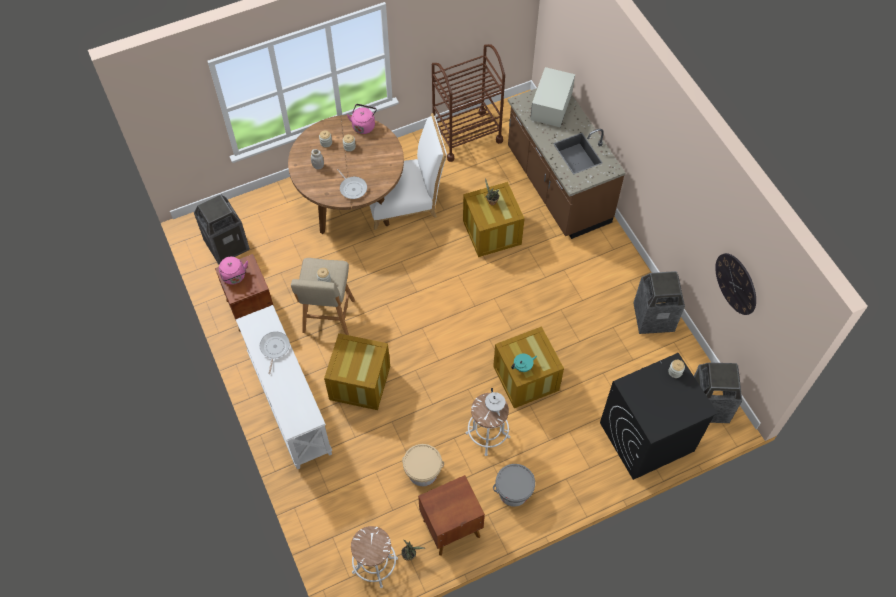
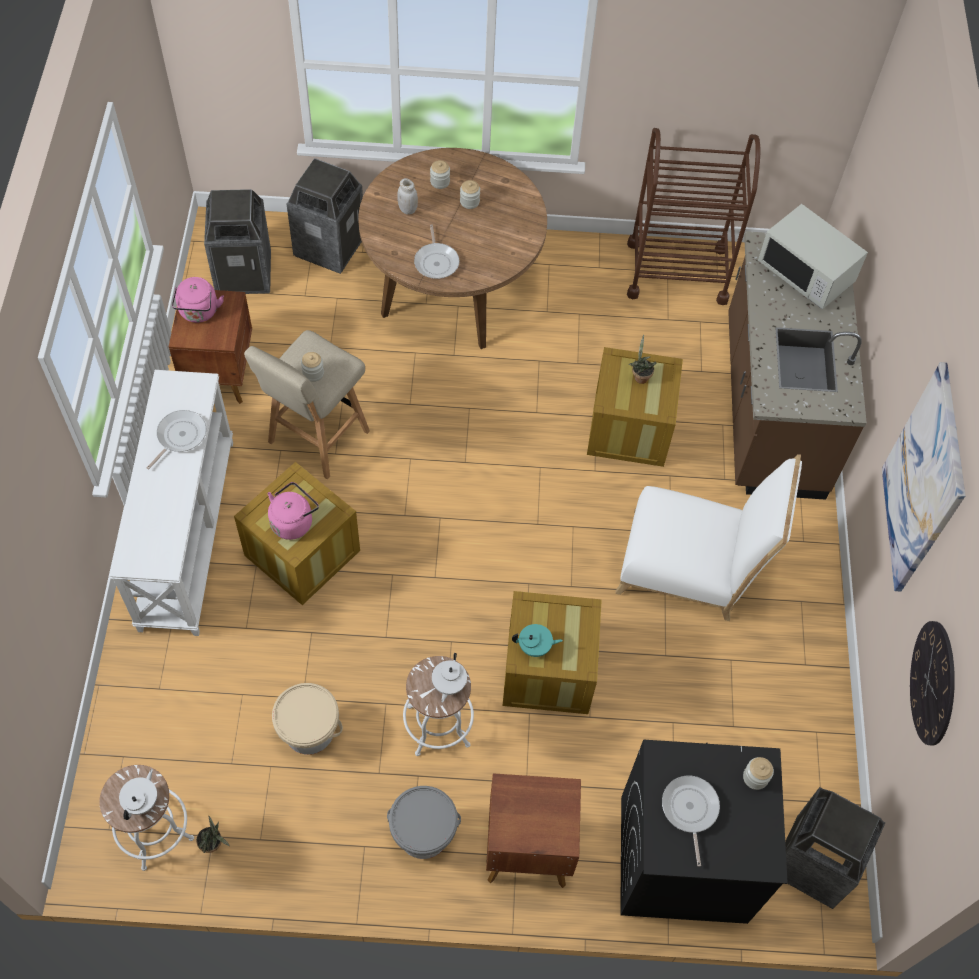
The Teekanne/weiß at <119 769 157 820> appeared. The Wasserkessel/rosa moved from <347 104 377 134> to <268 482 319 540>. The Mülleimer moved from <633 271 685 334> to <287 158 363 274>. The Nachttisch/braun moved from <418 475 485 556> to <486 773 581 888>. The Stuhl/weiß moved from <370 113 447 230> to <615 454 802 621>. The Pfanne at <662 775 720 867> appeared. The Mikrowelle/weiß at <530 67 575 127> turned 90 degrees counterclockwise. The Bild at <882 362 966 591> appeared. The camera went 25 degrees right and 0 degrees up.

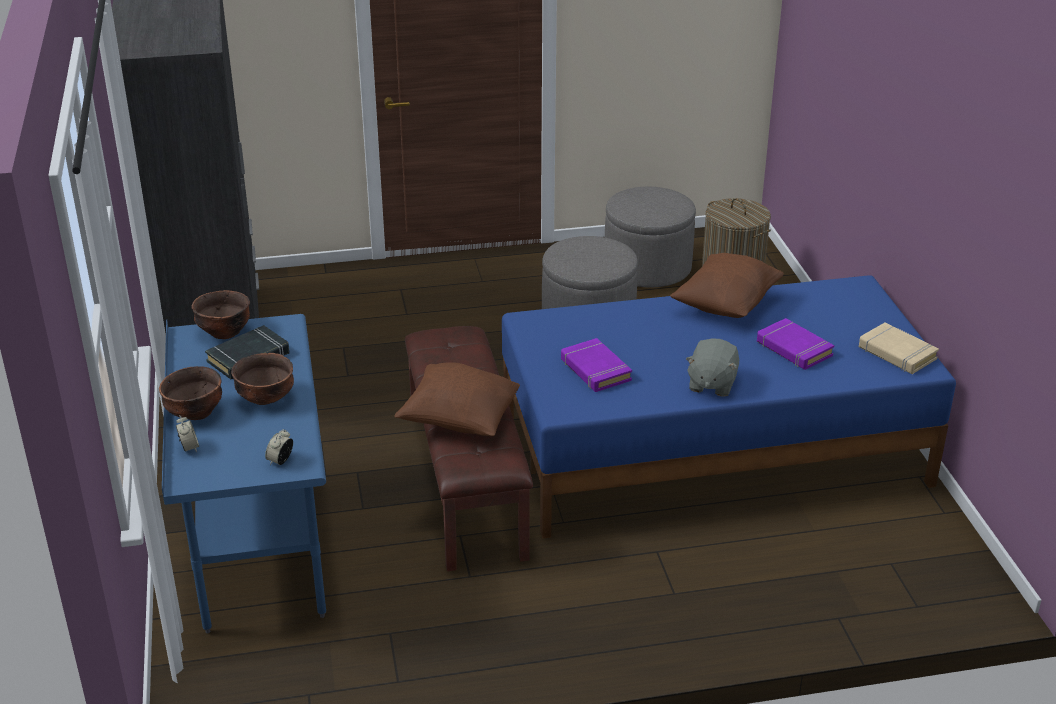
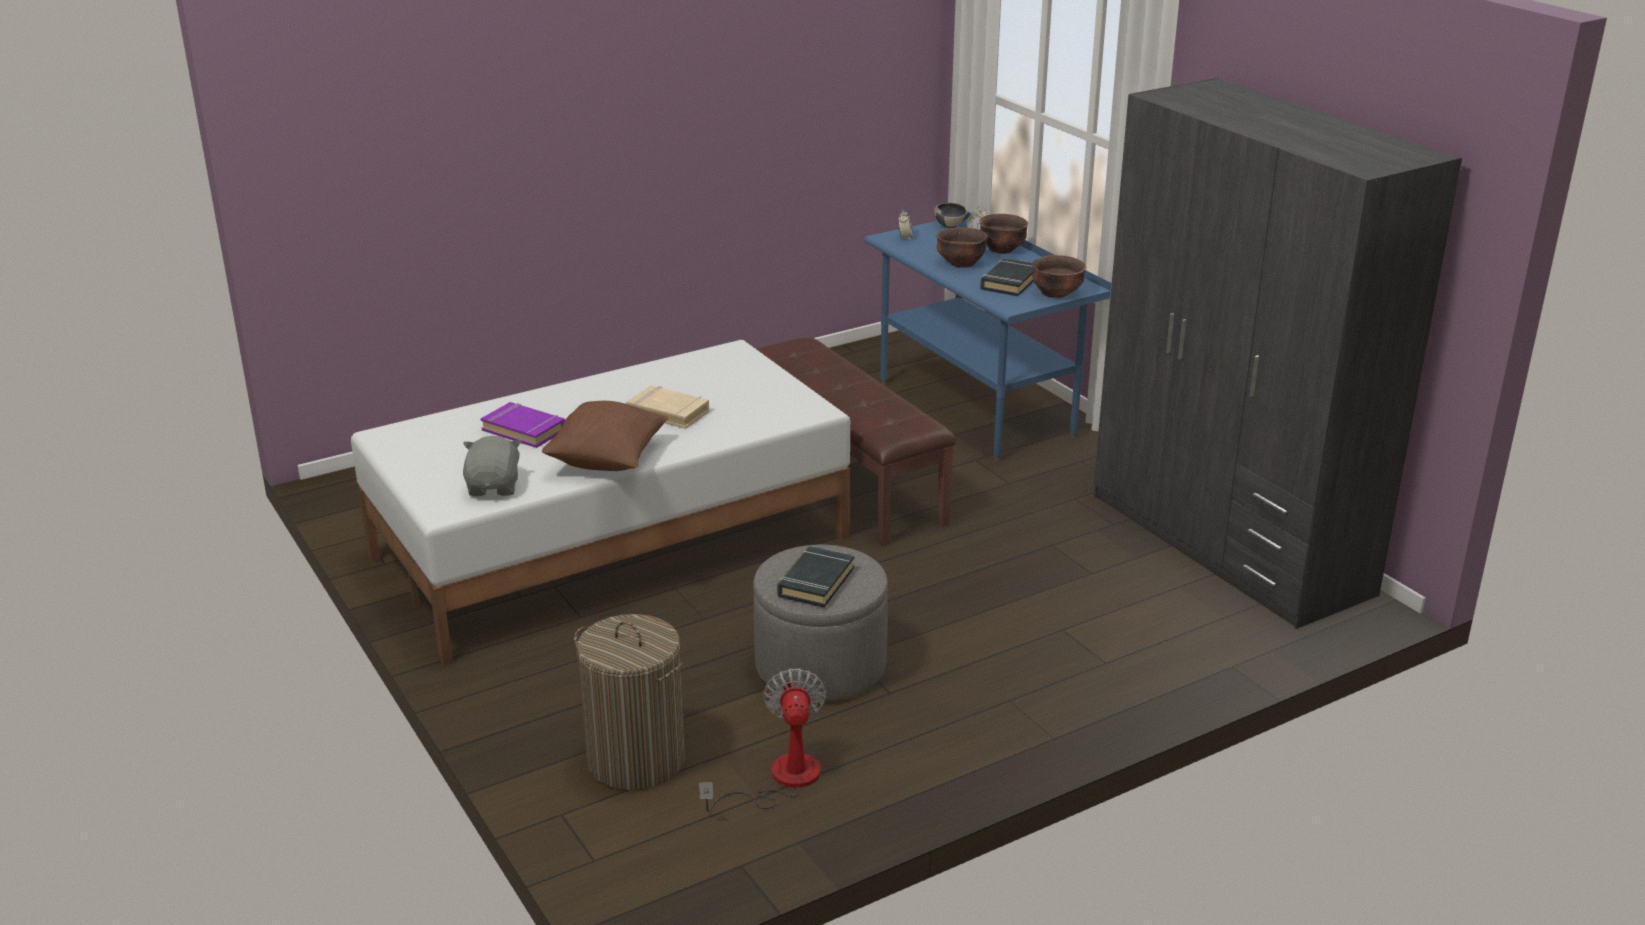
The Bett/blau at <502 275 956 539> became the Bett/weiß at <351 340 850 666>. The Plüschtier/grau moved from <686 339 739 397> to <463 436 521 496>. The Buch/beige moved from <859 322 939 374> to <626 386 709 429>. The Polsterhocker/grau at <605 187 696 287> was replaced by the Ventilator at <699 668 826 812>. The Buch/schwarz at <777 546 855 607> appeared. The Schüssel at <935 203 968 228> appeared. The Kissen/braun at <395 363 520 436> disappeared. The Buch/lila at <561 338 632 392> disappeared. The camera went 160 degrees right and 5 degrees down.

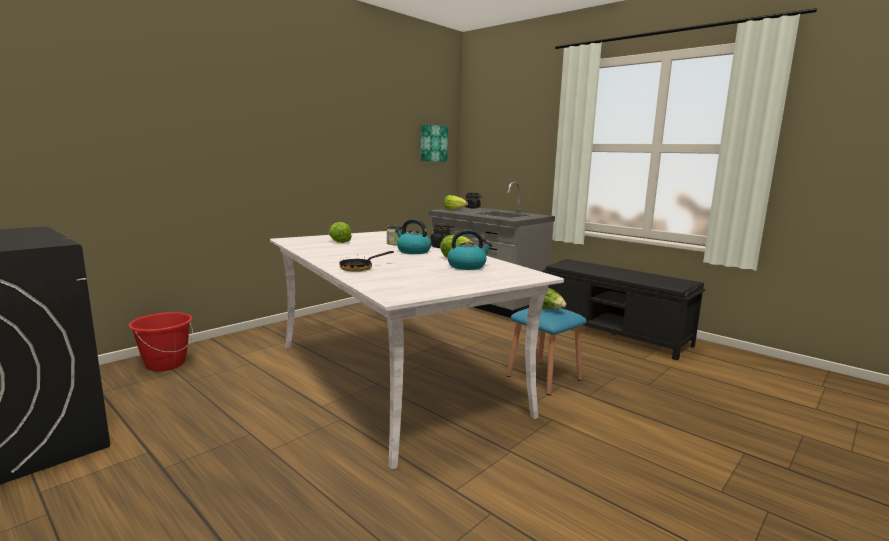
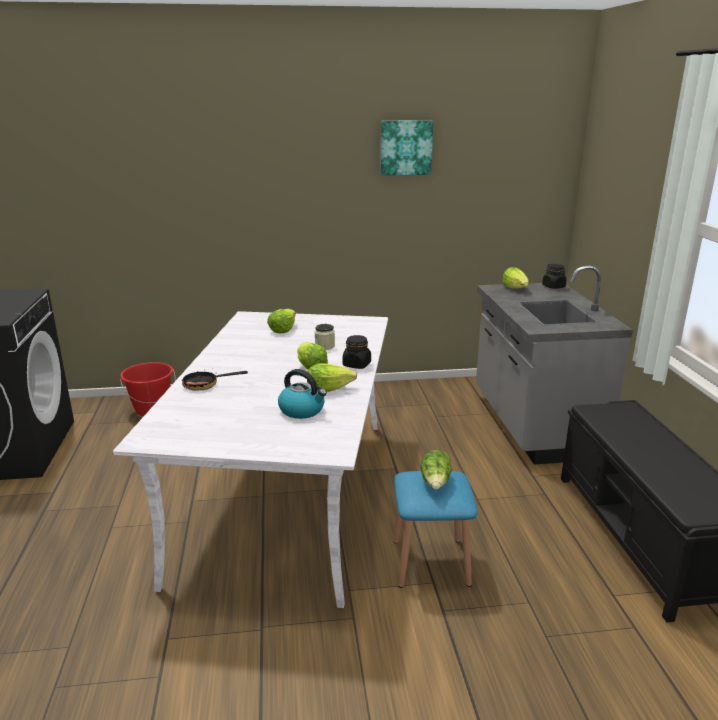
The Wasserkessel at <395 219 431 254> was replaced by the Salatkopf at <297 342 328 369>. The Bild moved from <421 124 448 162> to <380 120 433 175>. The camera went 40 degrees right and 10 degrees up.

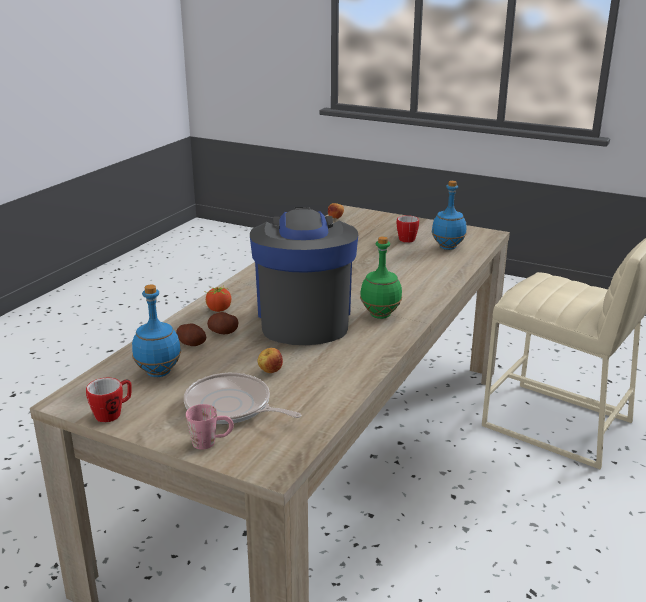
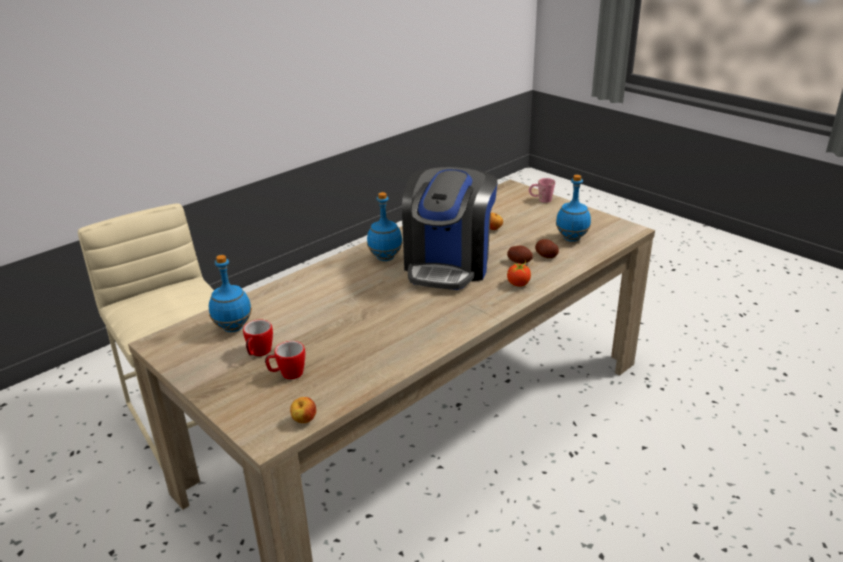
The Henkelbecher moved from <86 378 132 422> to <265 341 305 379>. The Flasche/grün at <360 236 402 319> became the Flasche/blau at <367 192 403 261>. The Pfanne at <184 373 301 424> disappeared. The camera went 160 degrees left and 5 degrees up.

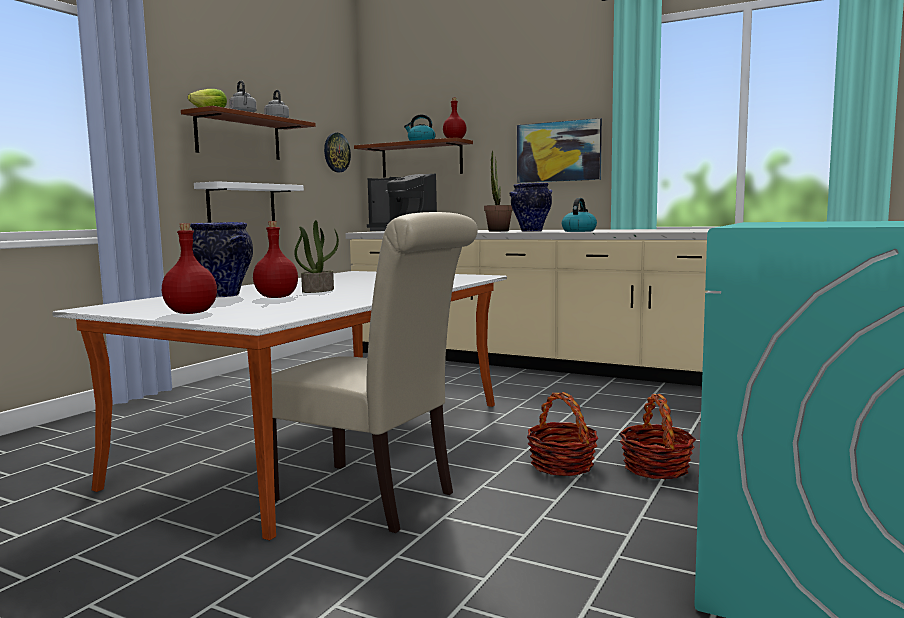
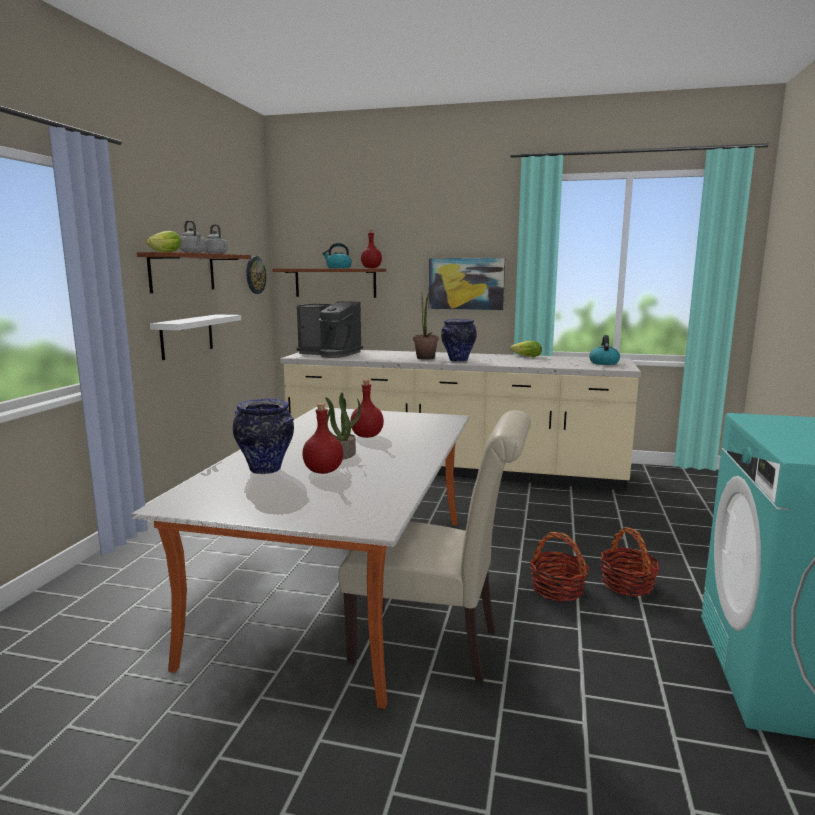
The Flasche/rot moved from <162 223 217 314> to <350 380 384 438>. The Salatkopf at <510 341 542 357> appeared. The Wasserkessel moved from <562 198 597 232> to <589 335 620 365>. The camera went 15 degrees left and 5 degrees up.

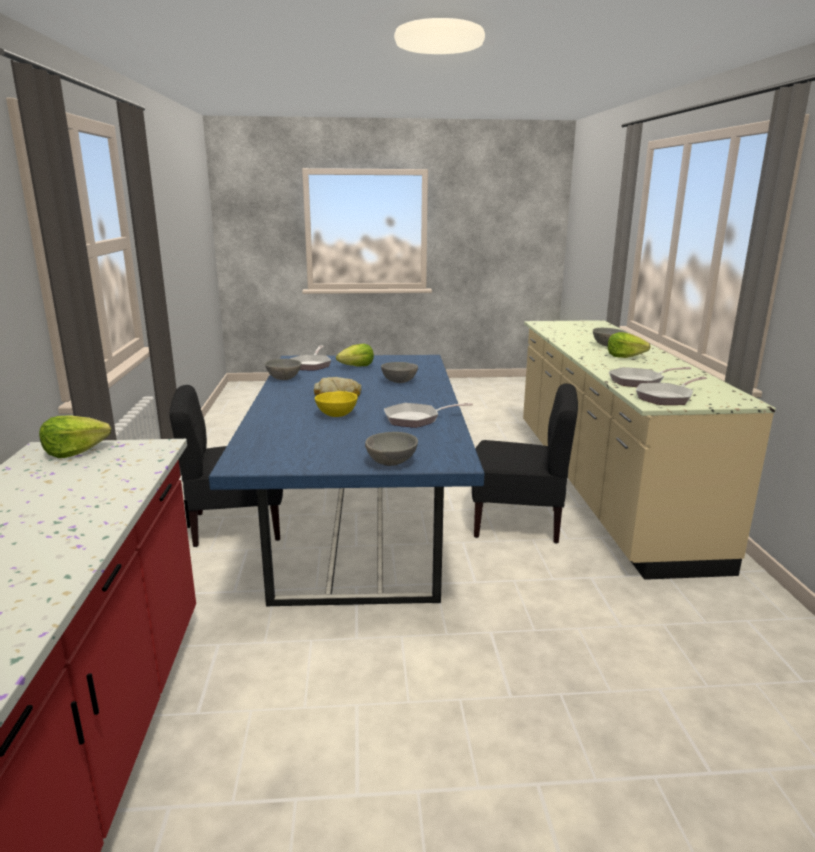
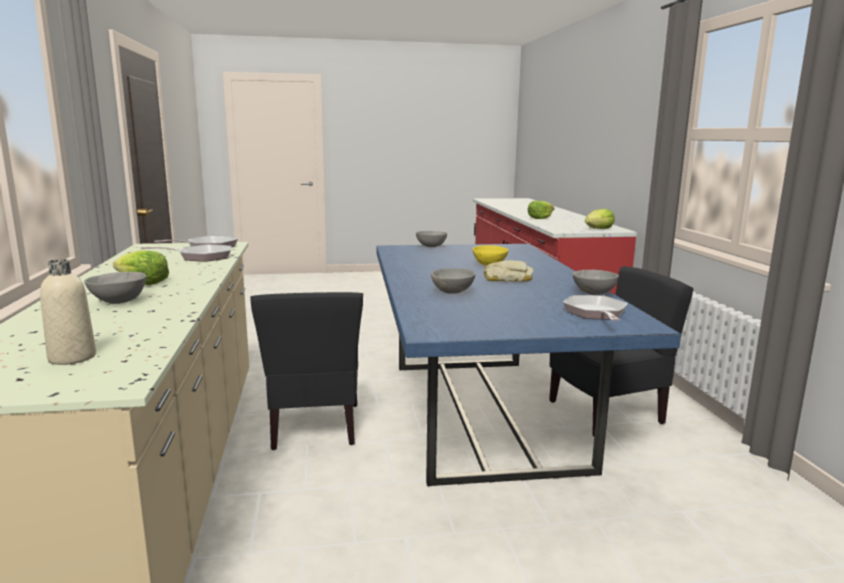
The Flasche/beige at <40 259 96 365> appeared. The Stuhl/schwarz at <472 383 578 543> turned 105 degrees counterclockwise. The Salatkopf moved from <336 344 374 366> to <527 201 554 219>. The Pfanne at <384 403 473 428> disappeared. The camera went 175 degrees right and 5 degrees down.

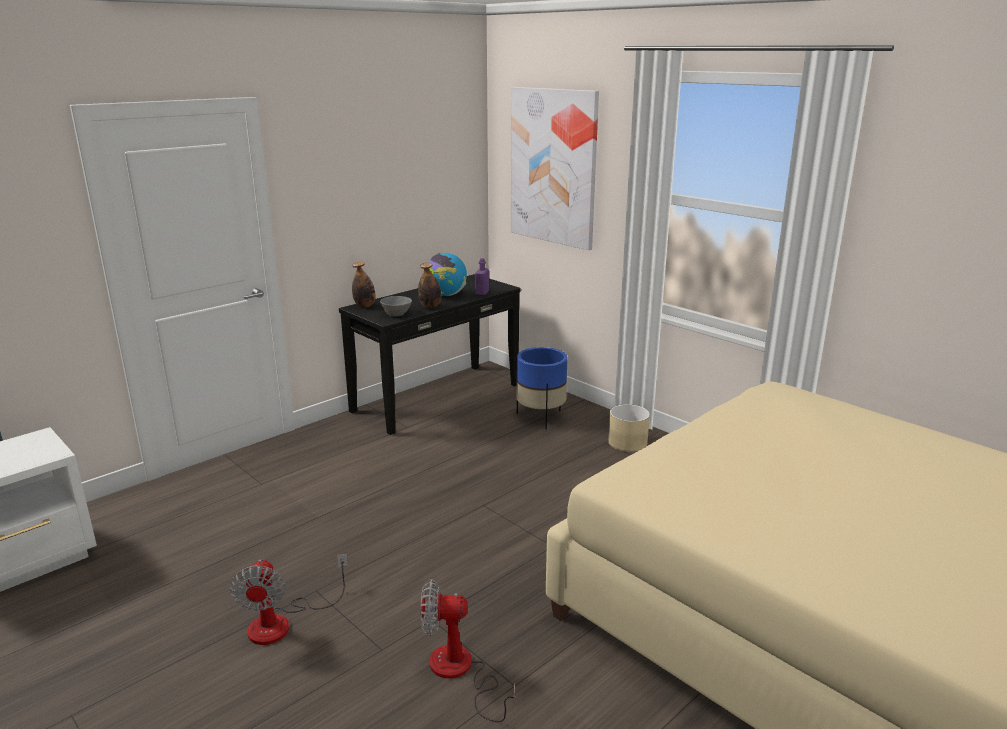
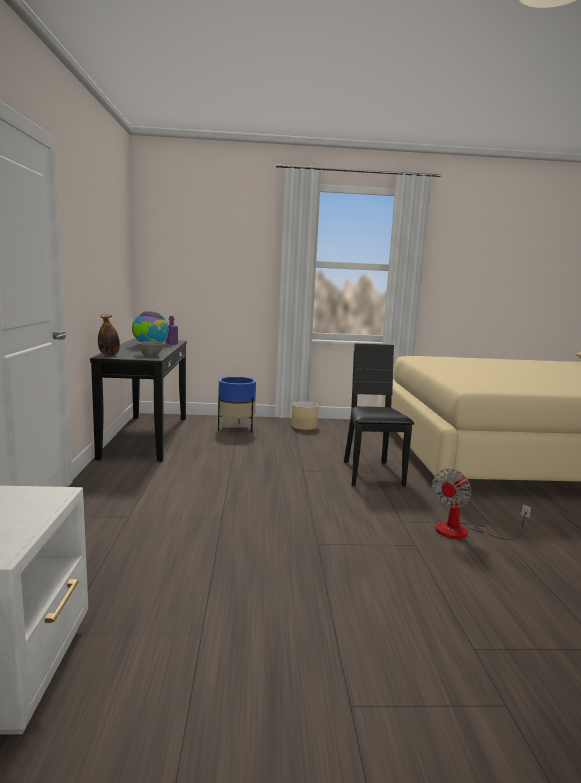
The Stuhl/schwarz at <344 344 414 487> appeared. The Ventilator at <230 554 348 645> disappeared. The Flasche at <418 262 441 308> disappeared. The Bild at <511 87 599 250> disappeared. The camera went 50 degrees left and 10 degrees down.

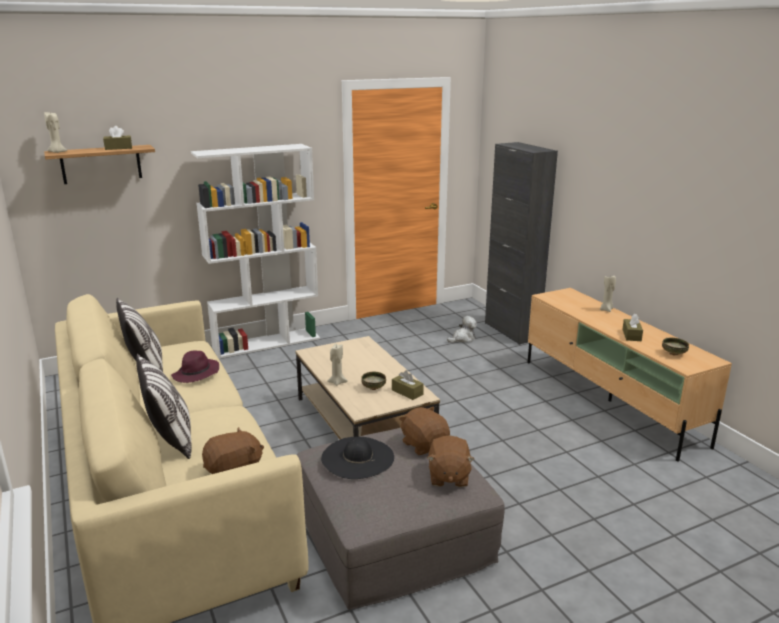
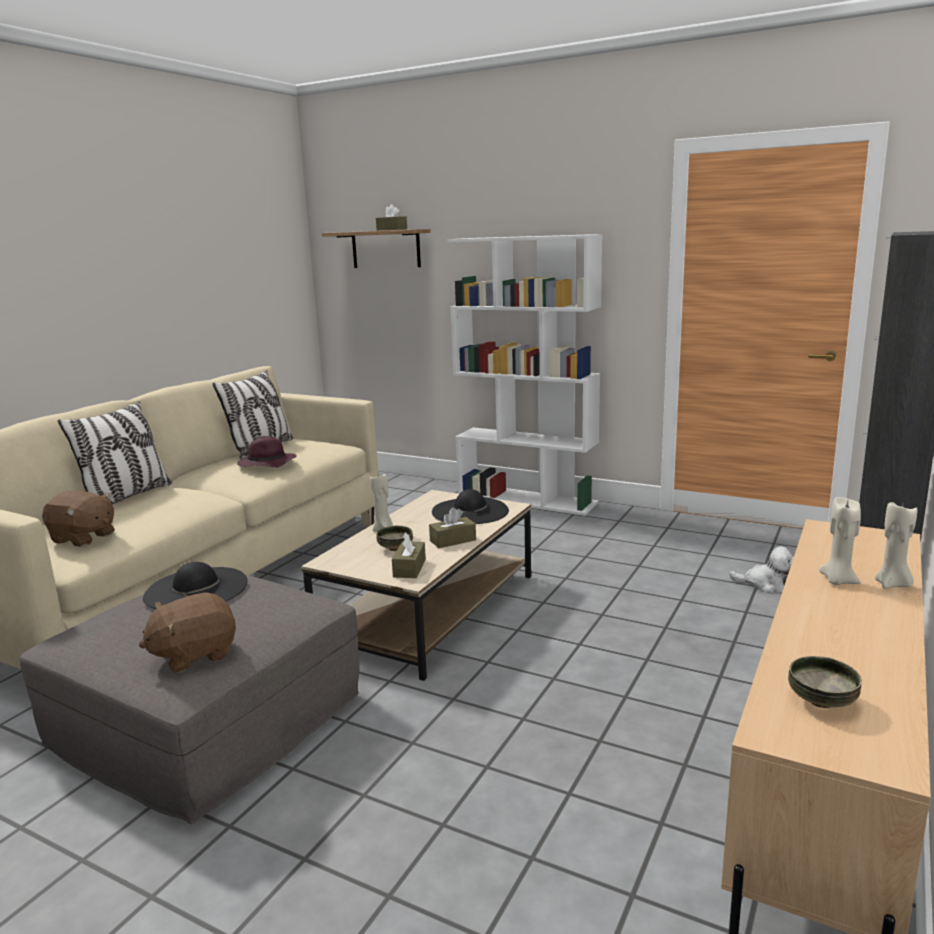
The Taschentuchbox/braun moved from <622 314 643 341> to <429 508 476 548>. The Hut/schwarz at <432 489 509 524> appeared. The Kerze/beige moved from <44 112 67 153> to <819 497 861 585>. The Plüschtier/braun at <399 406 450 455> disappeared. The camera went 55 degrees right and 5 degrees down.

